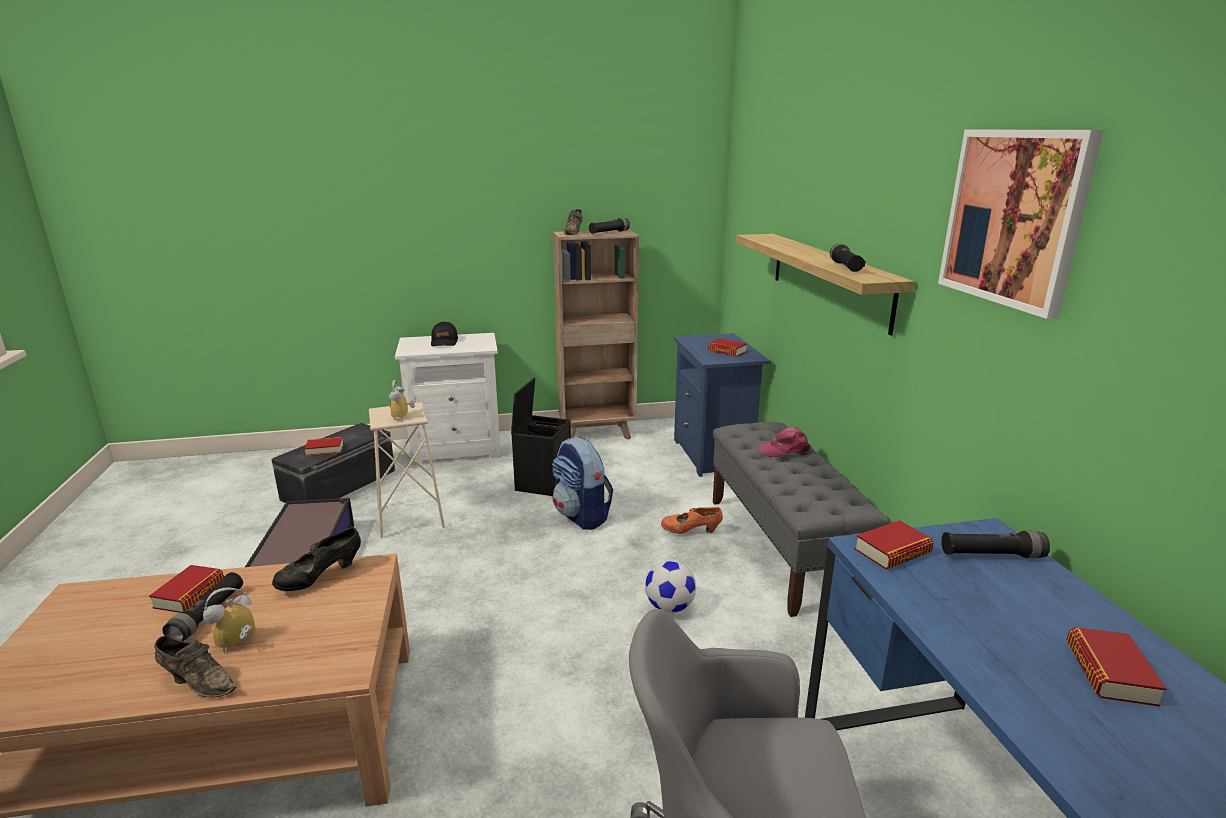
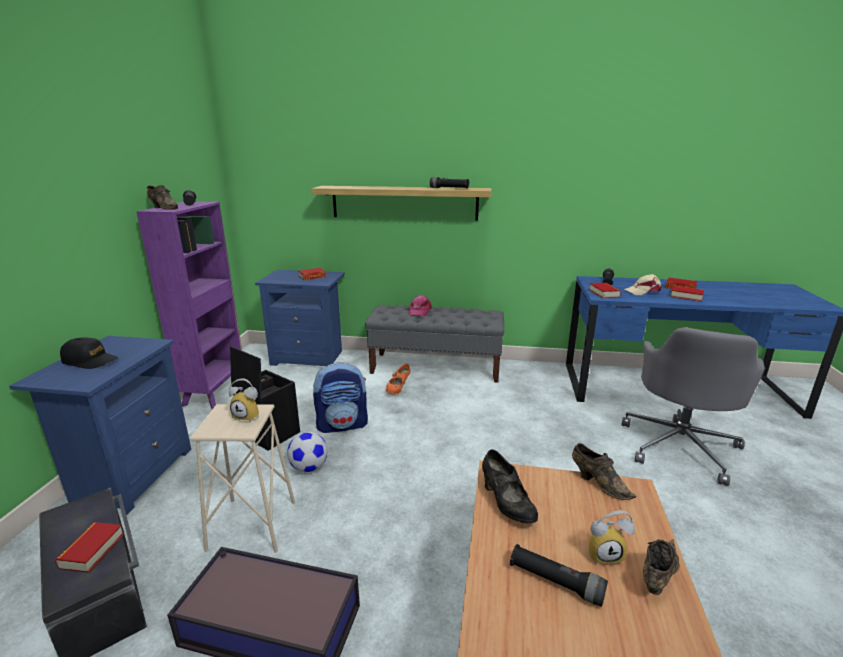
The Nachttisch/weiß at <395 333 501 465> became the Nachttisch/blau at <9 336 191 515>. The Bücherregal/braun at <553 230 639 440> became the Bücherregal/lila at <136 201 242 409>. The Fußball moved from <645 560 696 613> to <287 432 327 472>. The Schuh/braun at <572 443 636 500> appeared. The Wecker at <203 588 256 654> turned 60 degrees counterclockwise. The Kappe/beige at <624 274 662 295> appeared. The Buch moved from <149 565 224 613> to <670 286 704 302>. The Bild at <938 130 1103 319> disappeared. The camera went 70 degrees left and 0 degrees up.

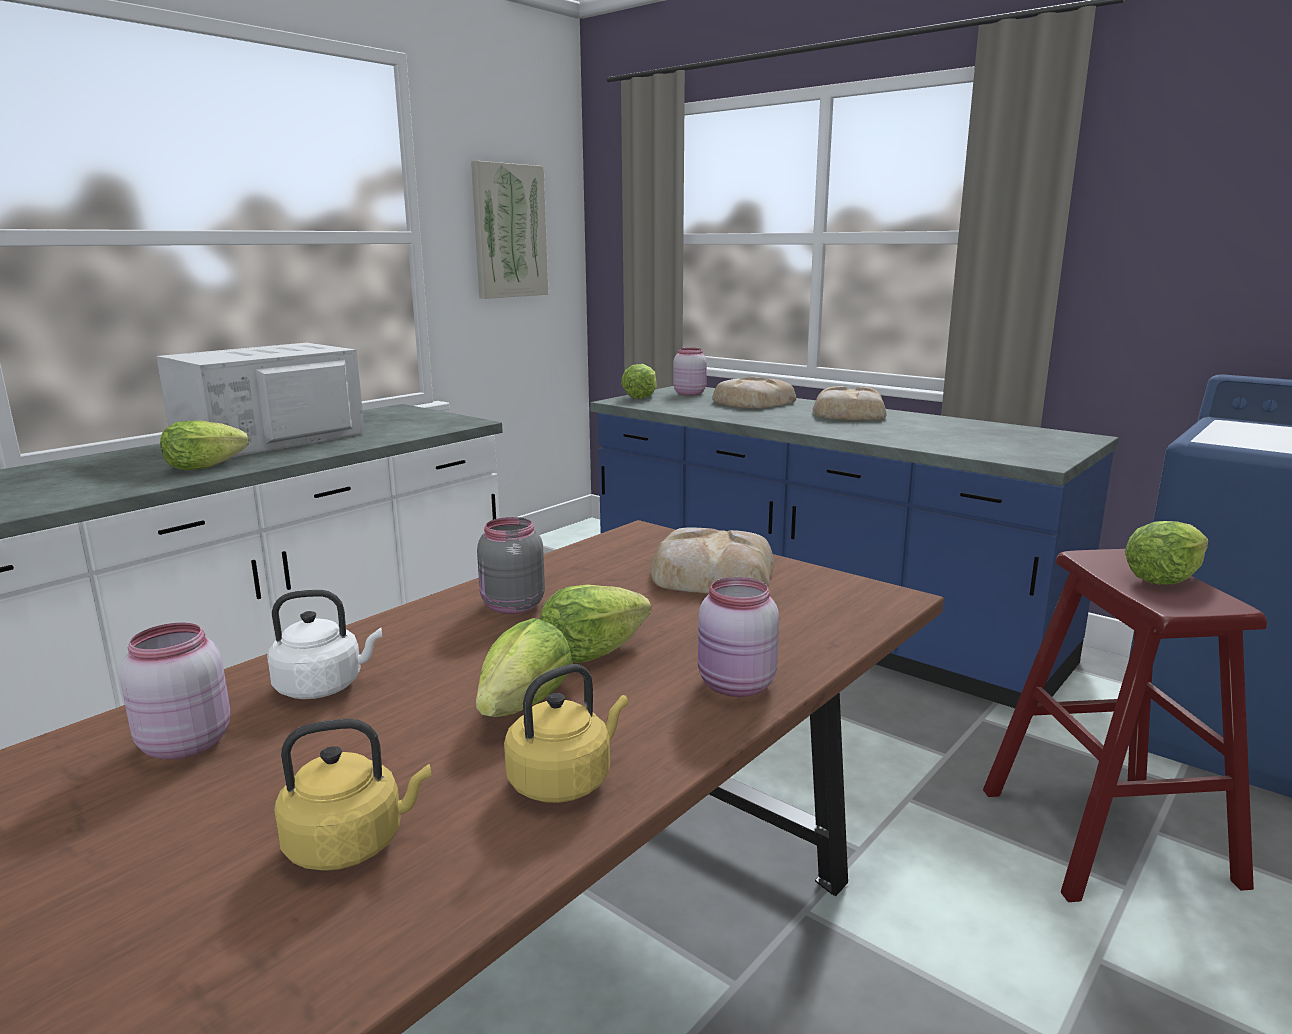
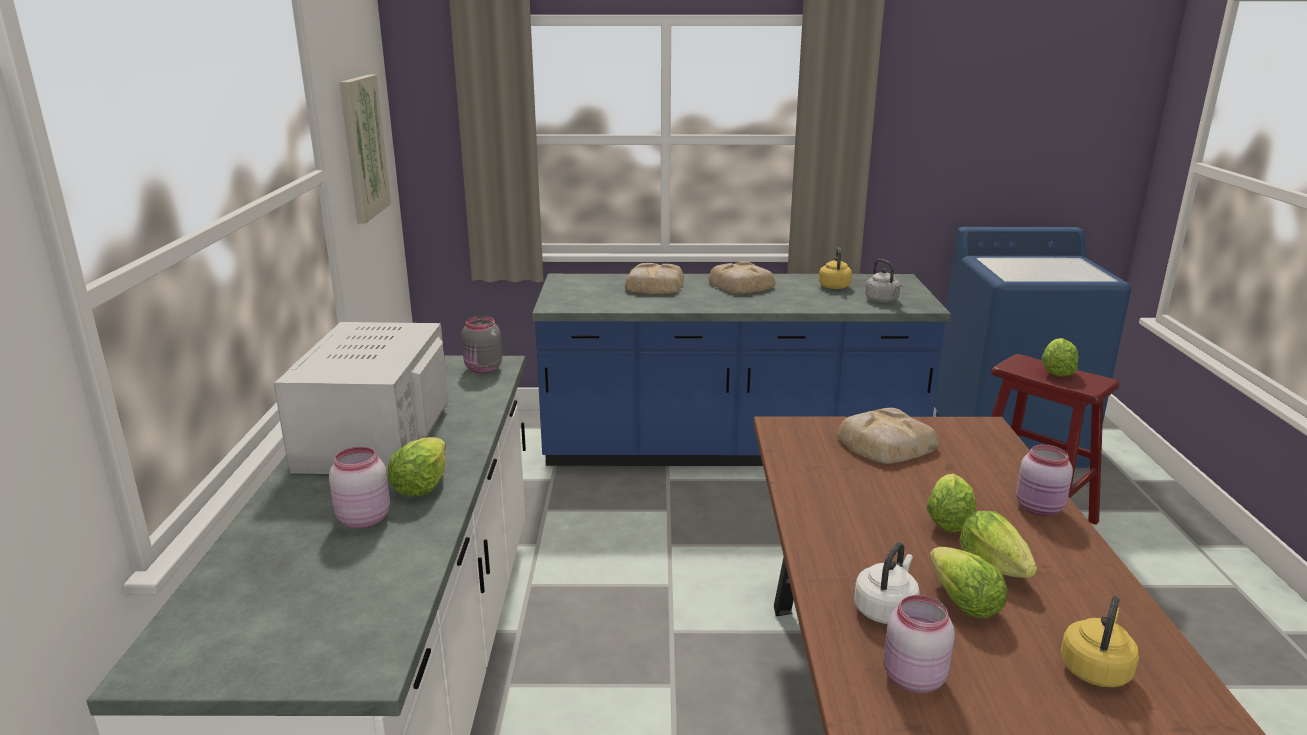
The Vorratsglas/rosa moved from <673 348 707 396> to <329 447 390 528>. The Vorratsglas/grau moved from <477 517 545 614> to <461 316 502 373>. The Wasserkessel/gelb moved from <504 664 628 803> to <819 247 852 289>. The Wasserkessel/grau at <865 259 902 302> appeared. The Salatkopf moved from <621 364 657 399> to <930 547 1008 619>. The camera went 40 degrees left and 5 degrees up.

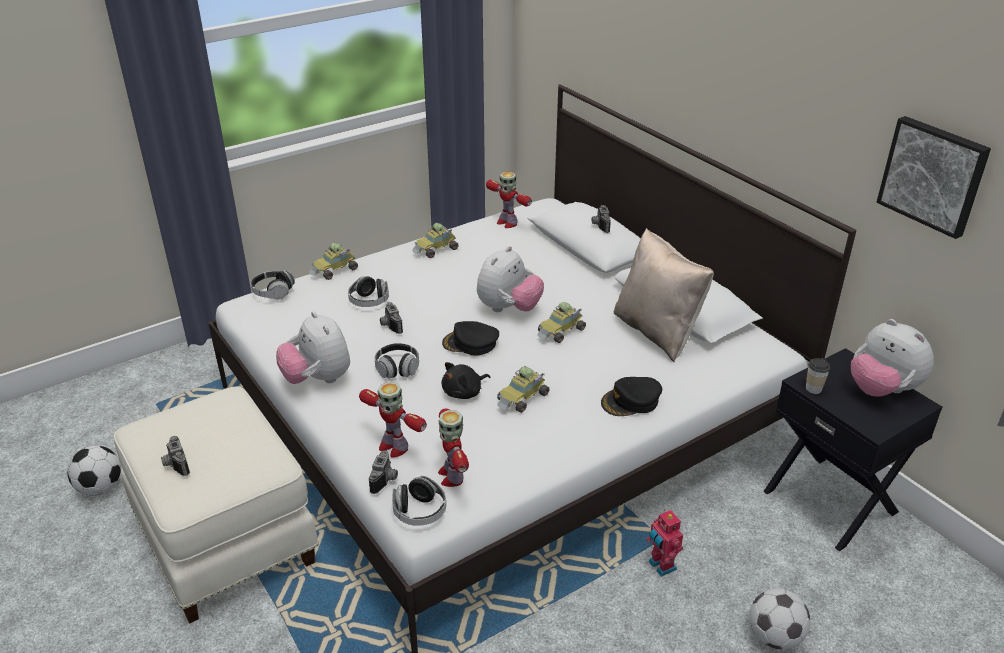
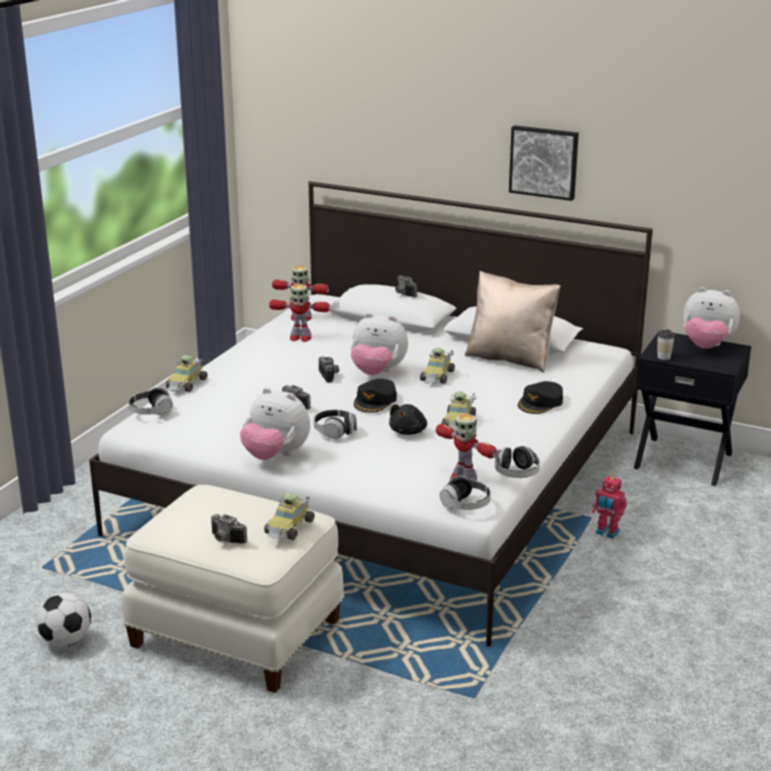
The Spielzeugauto moved from <412 223 459 258> to <264 493 315 540>. The Spielzeugroboter moved from <359 382 427 458> to <269 284 330 342>. The Kamera moved from <369 450 398 494> to <318 357 339 383>. The Plüschtier at <477 246 544 312> turned 105 degrees clockwise. The Kappe/schwarz at <442 321 499 356> turned 45 degrees counterclockwise. The Kopfhörer moved from <348 276 389 307> to <495 446 540 478>. The Bild moved from <877 116 991 239> to <509 125 579 201>. The Fußball at <749 588 811 650> disappeared. The camera went 30 degrees left and 10 degrees down.

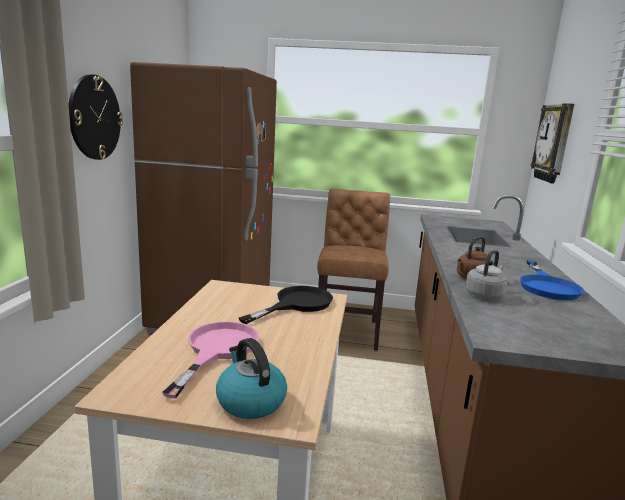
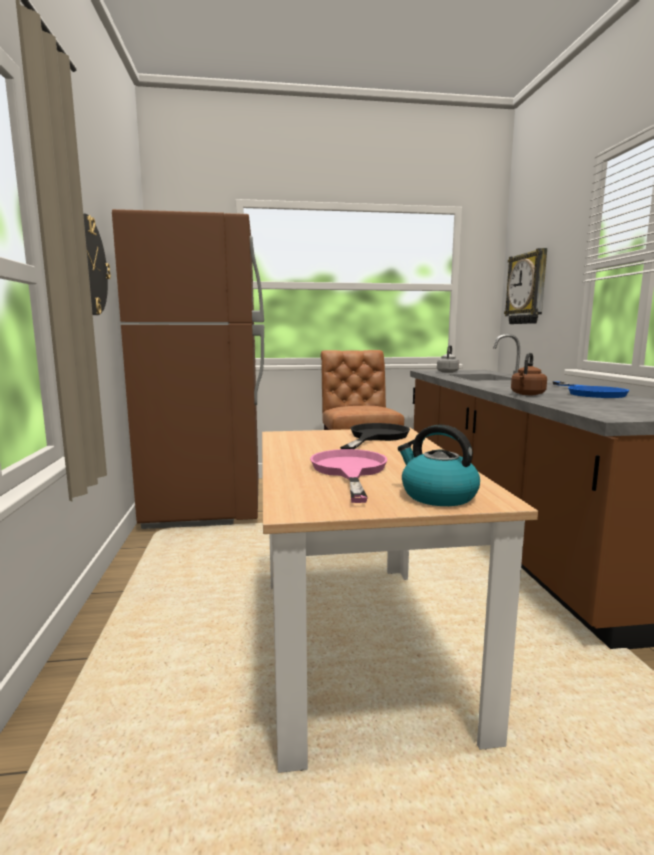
The Wasserkessel/grau moved from <465 250 507 299> to <437 345 459 373>. The camera went 15 degrees left and 5 degrees down.

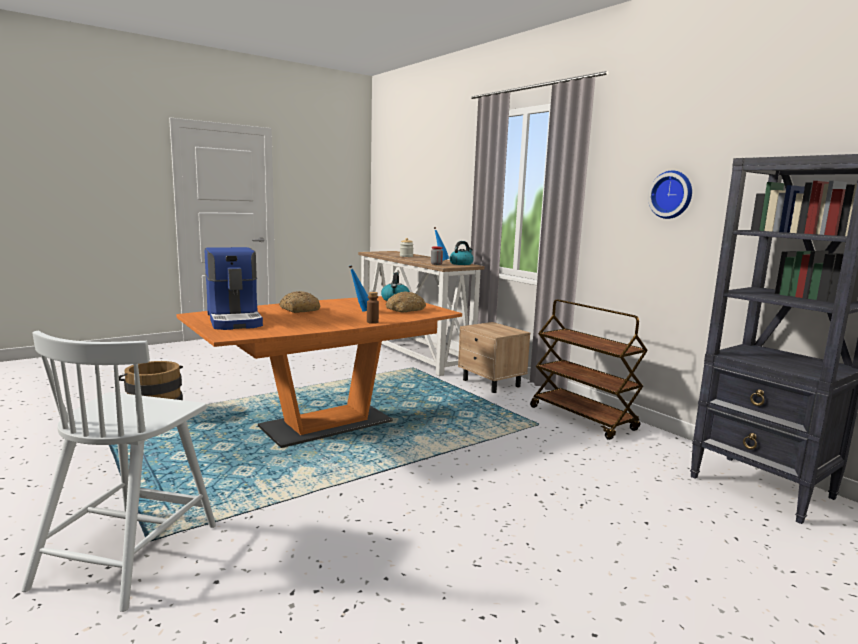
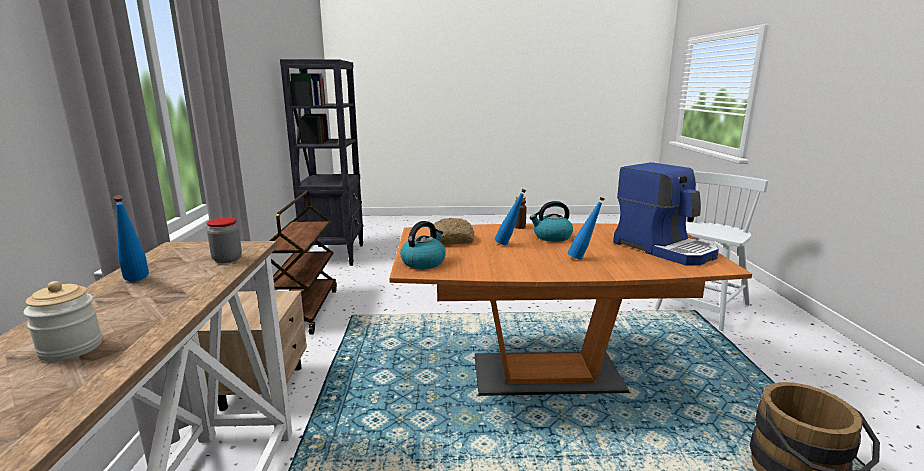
The Wasserkessel moved from <450 241 474 265> to <530 201 573 242>. The Brot at <279 291 321 313> was replaced by the Flasche/blau at <568 197 604 260>. The Kaffeemaschine at <205 247 263 330> turned 135 degrees clockwise. The Wanduhr at <648 170 692 219> disappeared. The camera went 145 degrees left and 5 degrees up.

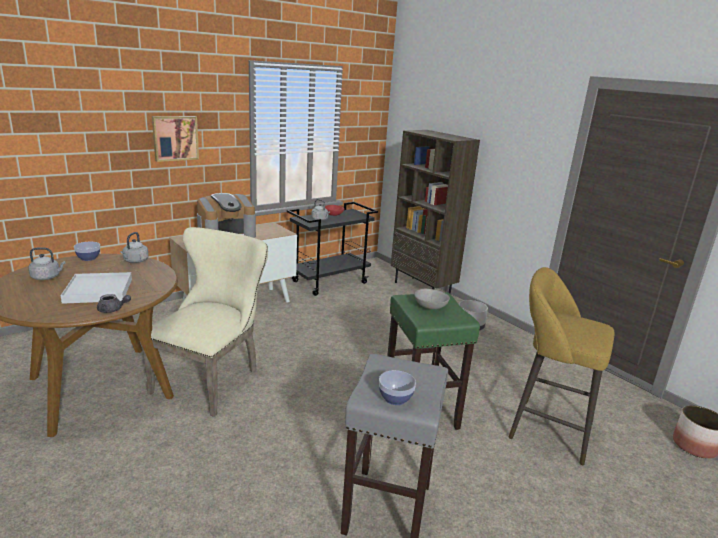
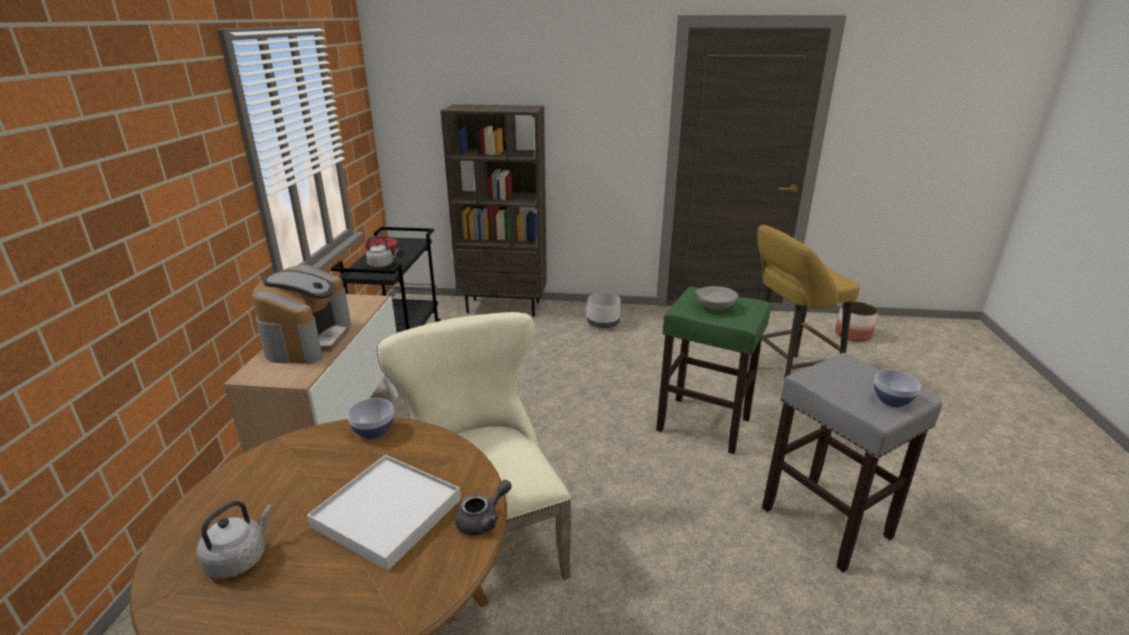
The Schüssel moved from <74 242 100 261> to <347 398 394 439>. The Wasserkessel/grau at <120 232 149 263> disappeared. The Bild at <152 116 199 162> disappeared. The camera went 45 degrees left and 5 degrees up.

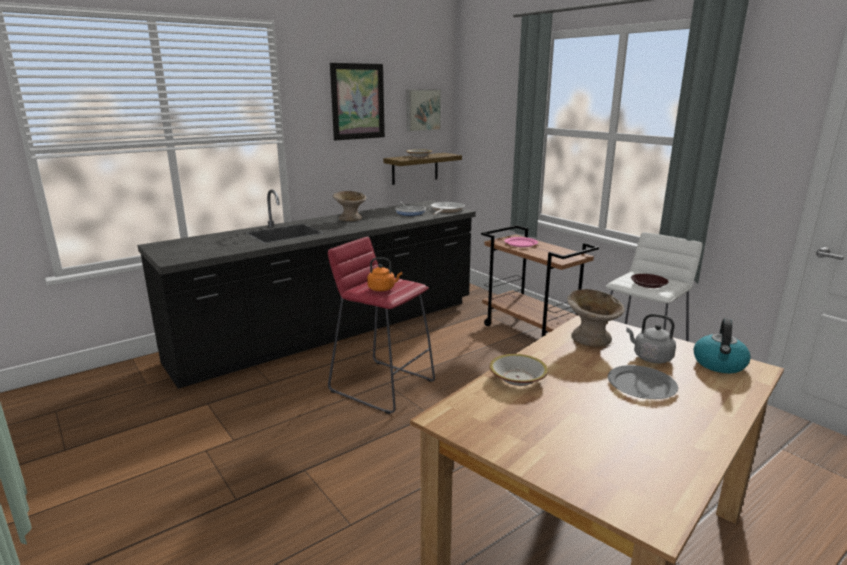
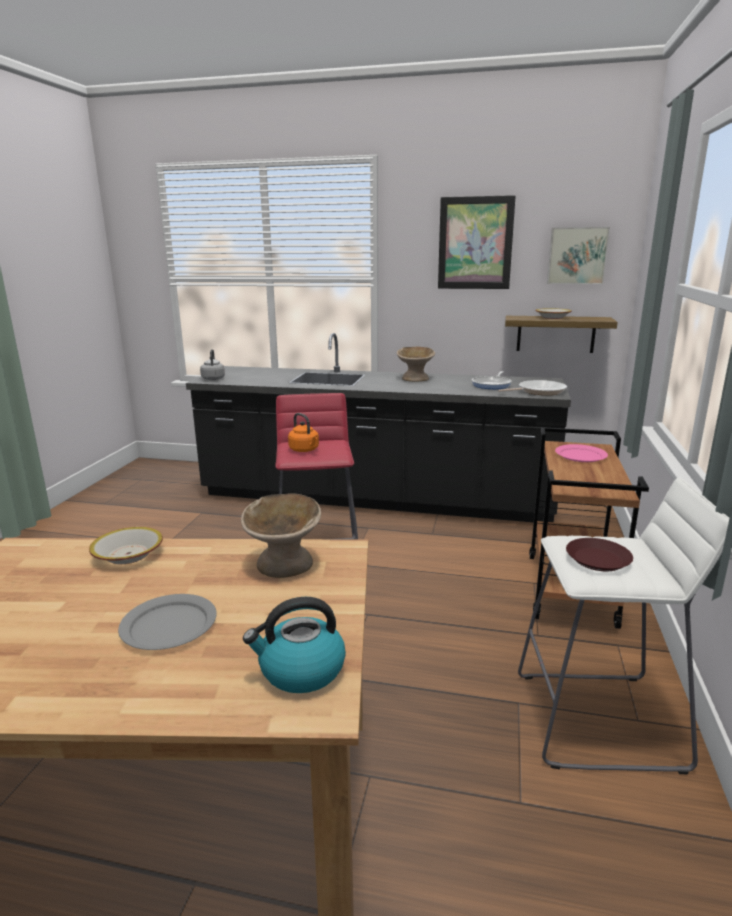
The Wasserkessel/grau moved from <626 314 676 363> to <200 349 225 380>. The camera went 50 degrees right and 0 degrees up.

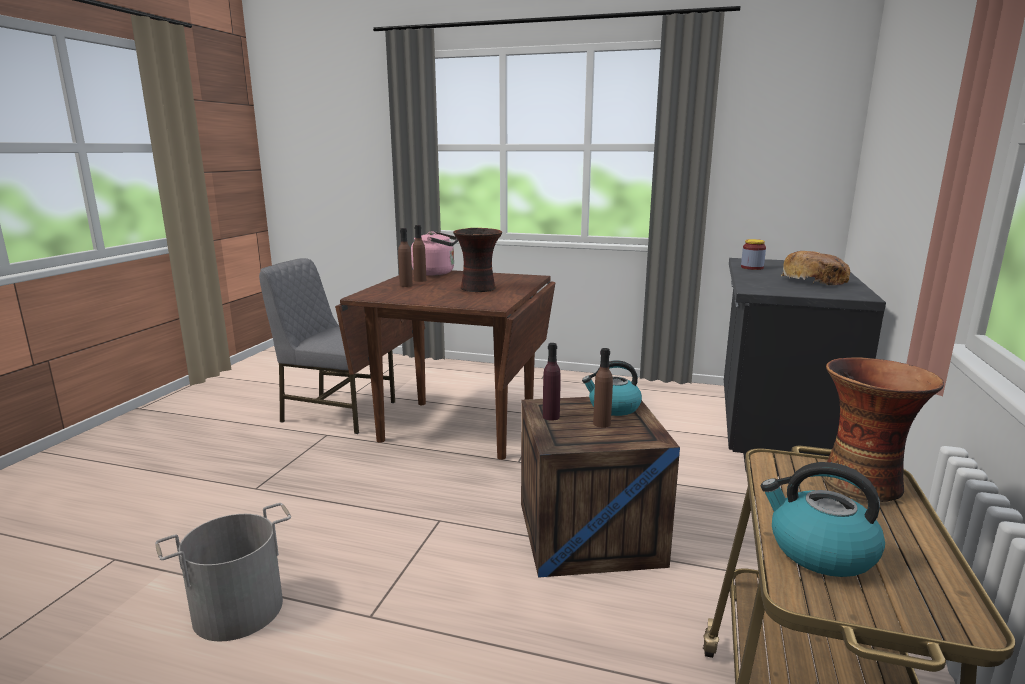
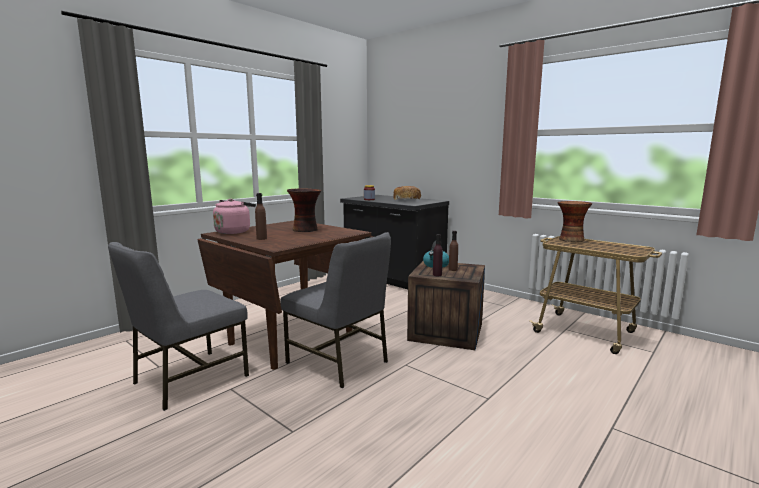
The Stuhl/grau at <280 232 391 388> appeared. The Eimer/grau at <155 503 291 642> disappeared. The Flasche/braun at <413 225 426 282> disappeared. The Wasserkessel at <761 462 885 577> disappeared. The camera went 65 degrees left and 5 degrees down.

